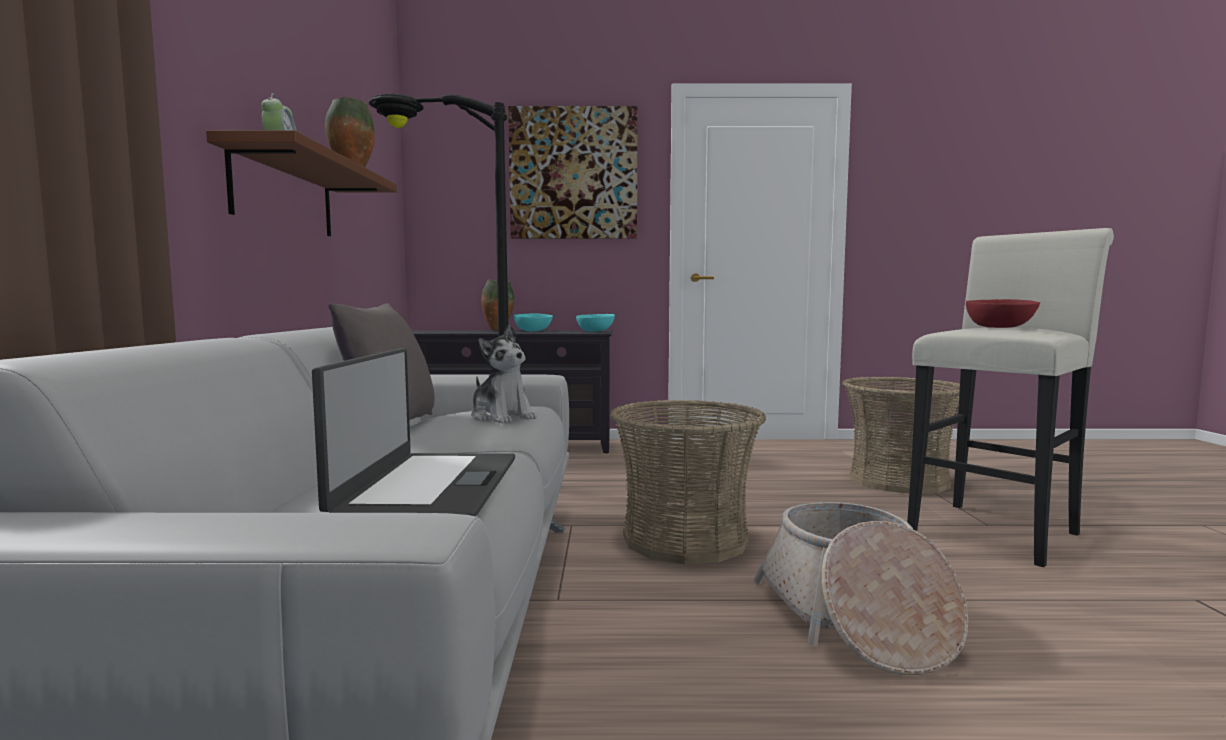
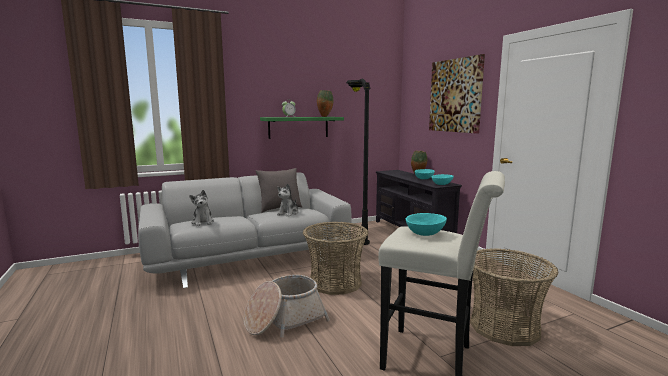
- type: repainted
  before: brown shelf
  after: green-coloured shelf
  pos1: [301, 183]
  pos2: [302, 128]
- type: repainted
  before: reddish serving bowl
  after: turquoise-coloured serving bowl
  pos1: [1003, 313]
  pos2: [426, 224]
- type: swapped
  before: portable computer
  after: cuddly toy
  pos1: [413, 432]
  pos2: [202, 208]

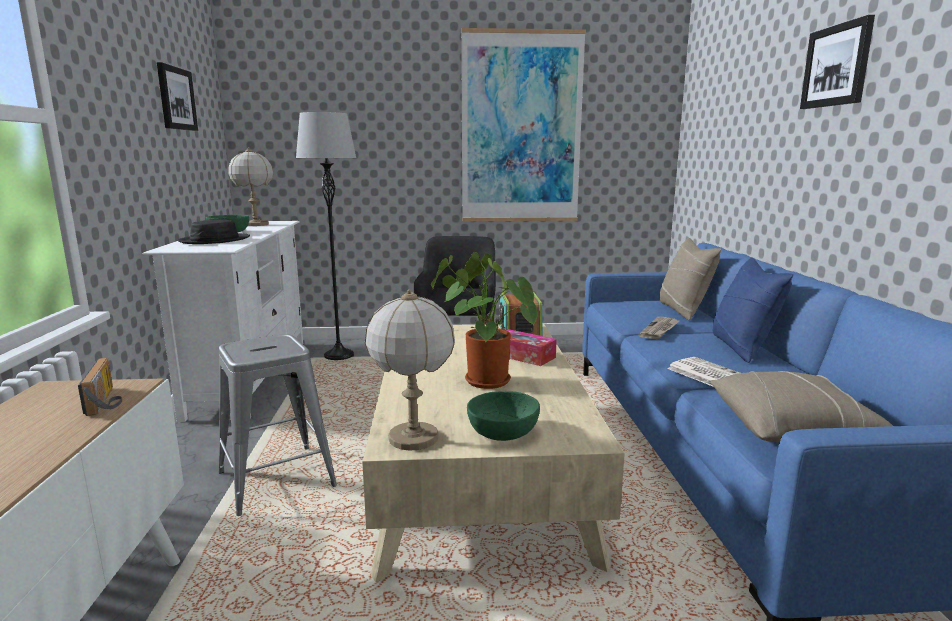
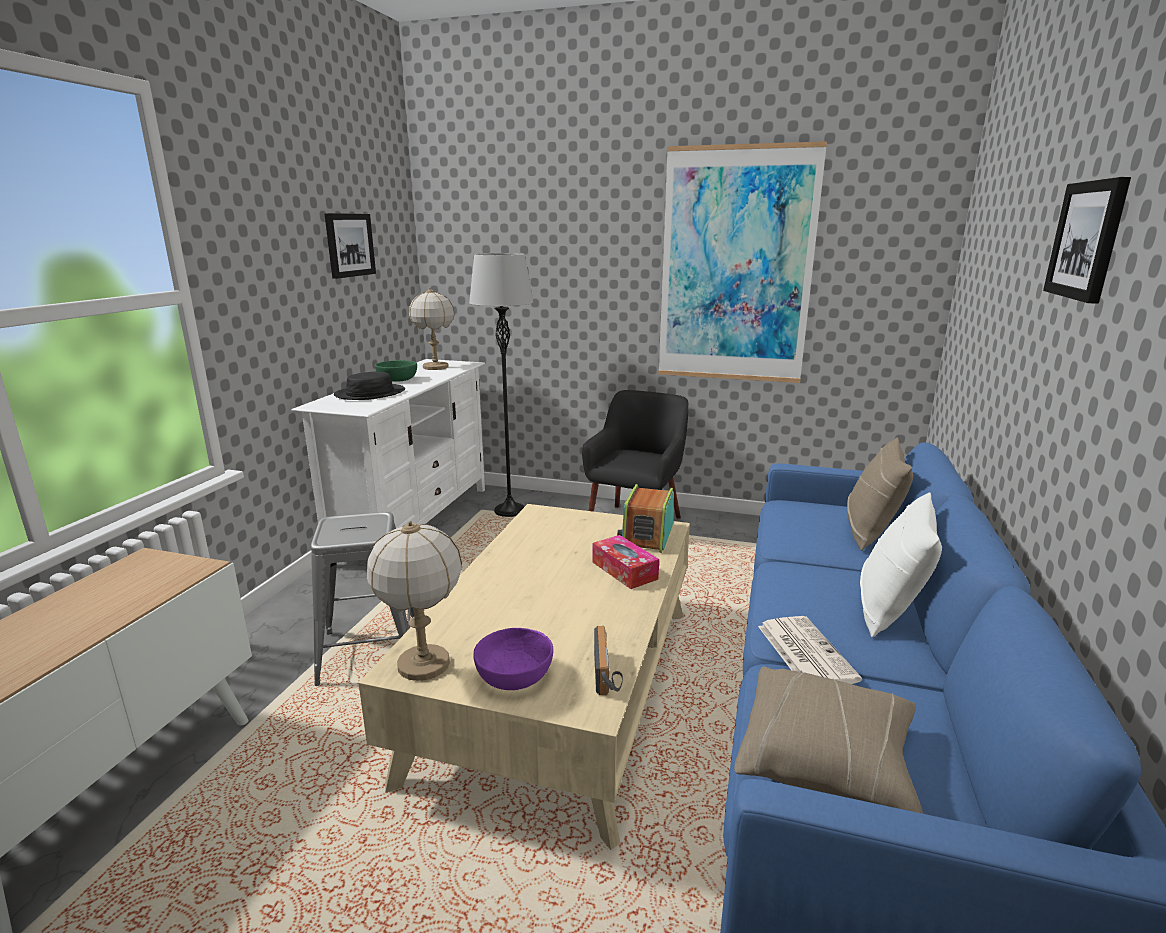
- type: gone
  before: houseplant
  pos1: [484, 320]
- type: repainted
  before: bluish throw pillow
  after: white-coloured throw pillow
  pos1: [752, 310]
  pos2: [901, 565]
- type: gone
  before: daily paper
  pos1: [658, 328]
- type: shifted
  before: radio
  pos1: [100, 387]
  pos2: [608, 660]
- type: repainted
  before: green-coloured serving bowl
  after: purple-coloured serving bowl
  pos1: [503, 416]
  pos2: [513, 659]

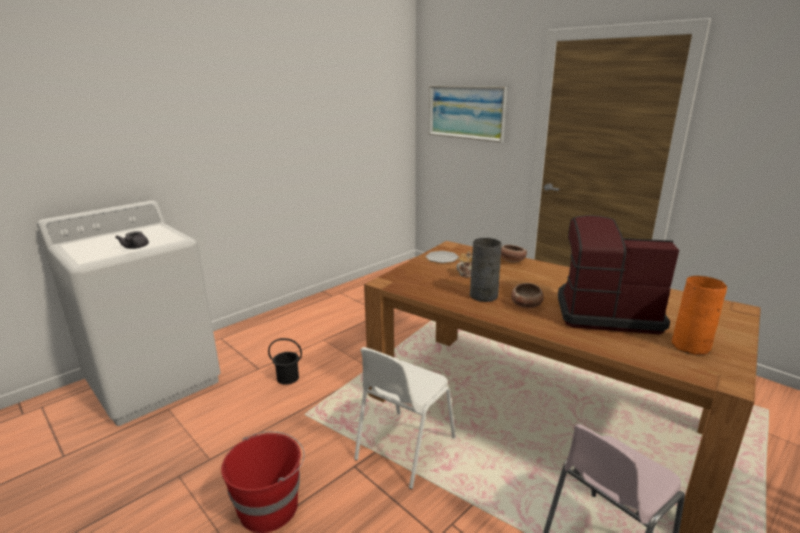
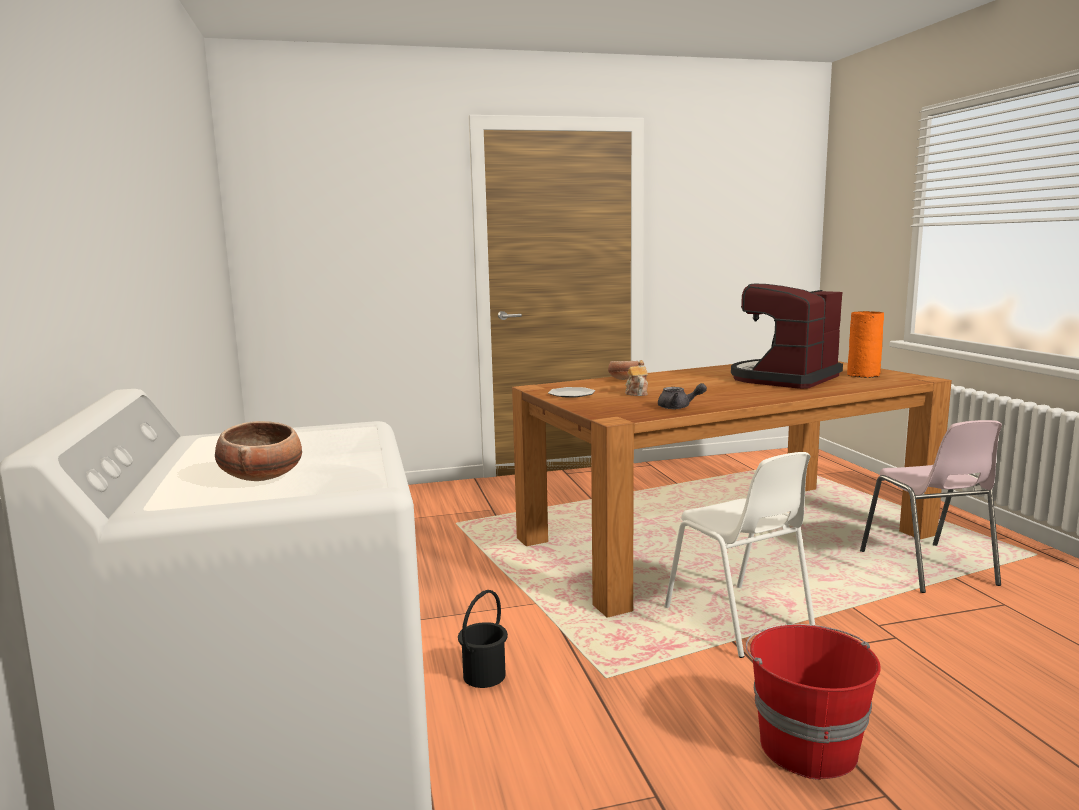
- type: gone
  before: wall art
  pos1: [468, 114]
- type: shifted
  before: greyish teapot
  pos1: [132, 240]
  pos2: [682, 396]
- type: gone
  before: greyish flower vase
  pos1: [485, 270]
- type: shifted
  before: serving bowl
  pos1: [527, 295]
  pos2: [258, 451]

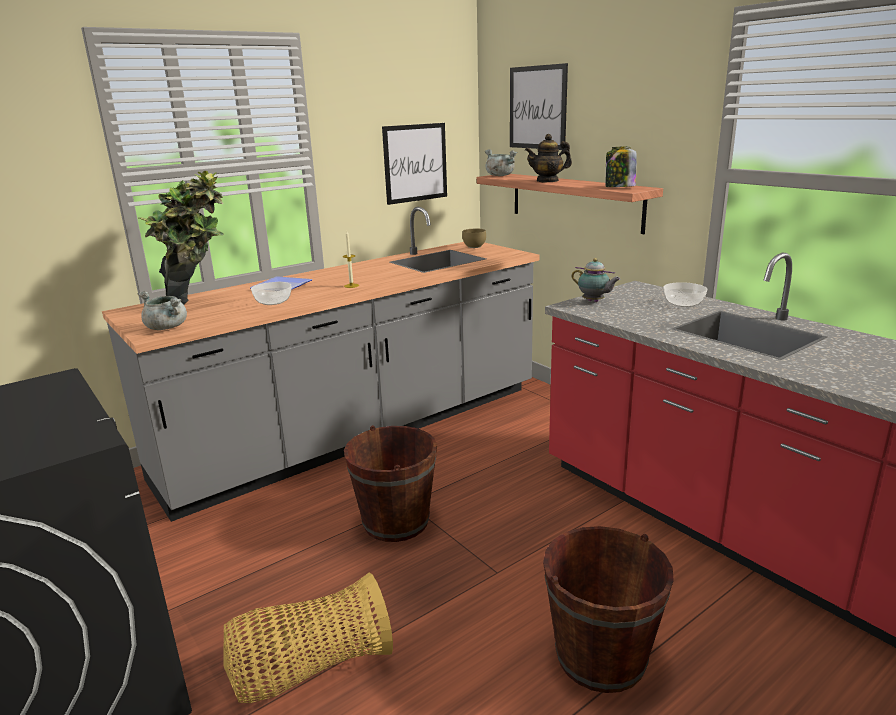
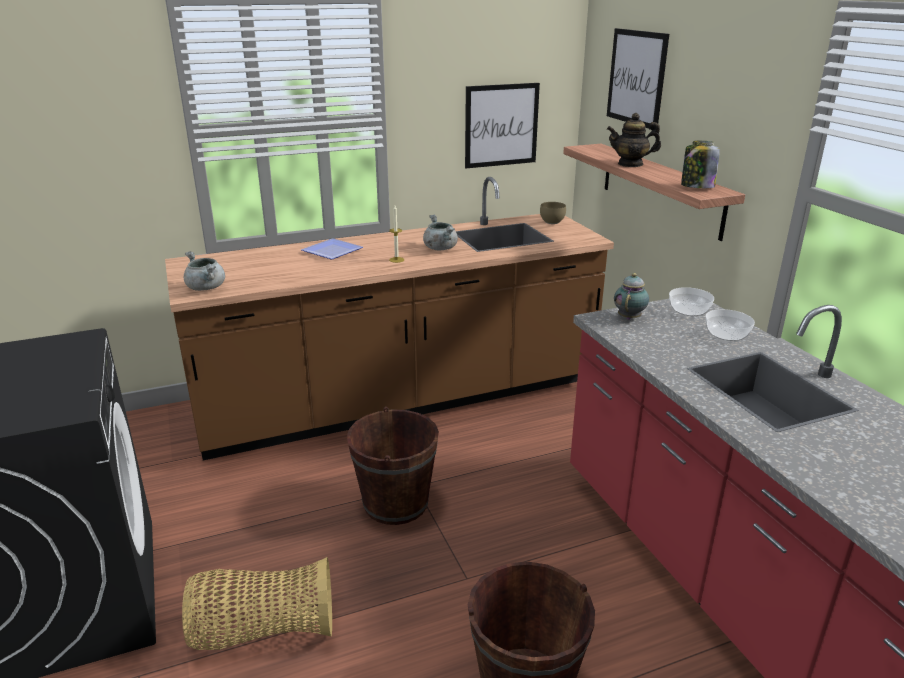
- type: shifted
  before: greyish cooking pot
  pos1: [501, 162]
  pos2: [440, 232]
- type: gone
  before: houseplant
  pos1: [181, 238]
- type: repainted
  before: greyish kitchen base unit
  after: brown kitchen base unit
  pos1: [320, 364]
  pos2: [389, 318]
- type: rotated
  before: teapot
  pos1: [596, 280]
  pos2: [631, 296]
  turn: -120
- type: shifted
  before: serving bowl
  pos1: [271, 293]
  pos2: [691, 301]

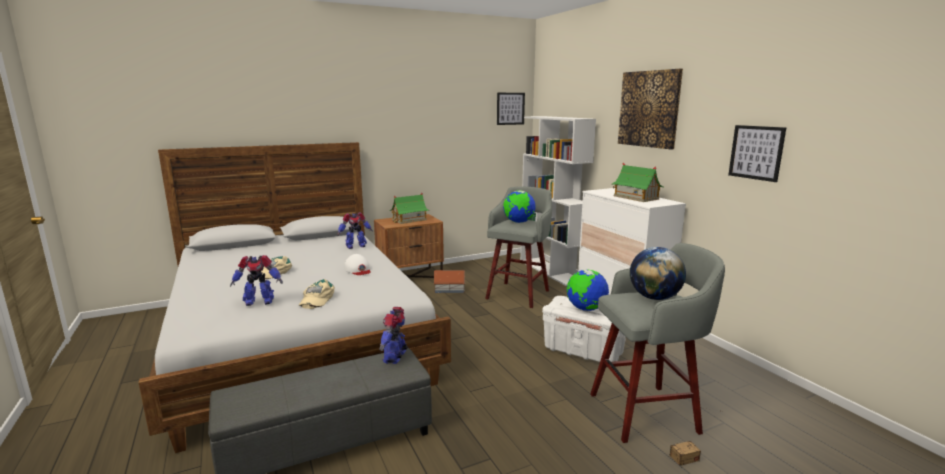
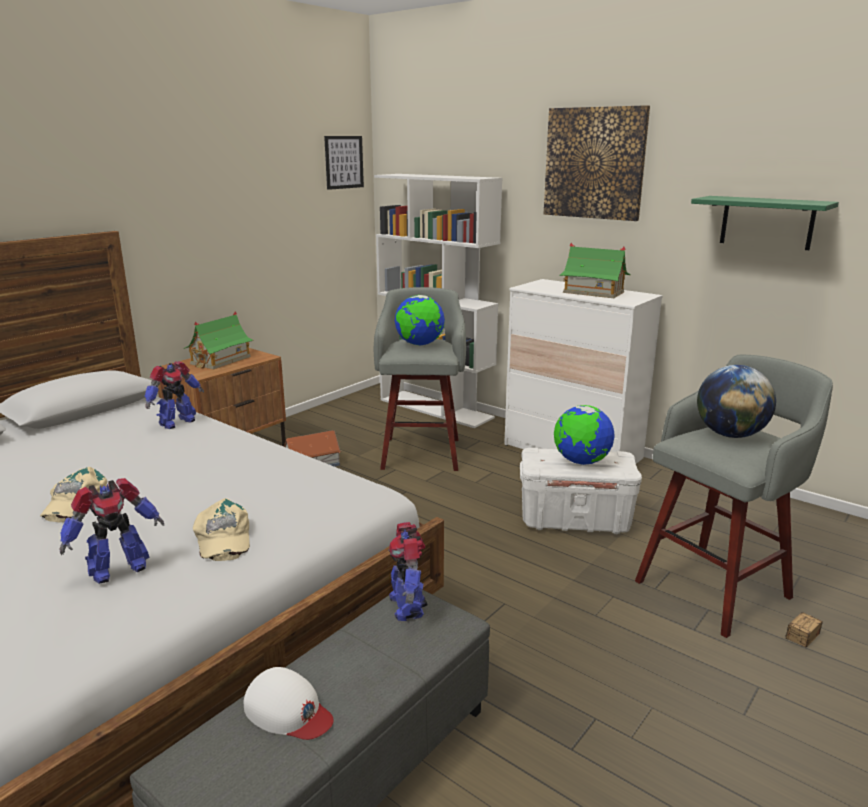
- type: swapped
  before: wall art
  after: green-coloured shelf
  pos1: [757, 153]
  pos2: [765, 223]
- type: shifted
  before: white-coloured peaked cap
  pos1: [357, 264]
  pos2: [289, 703]

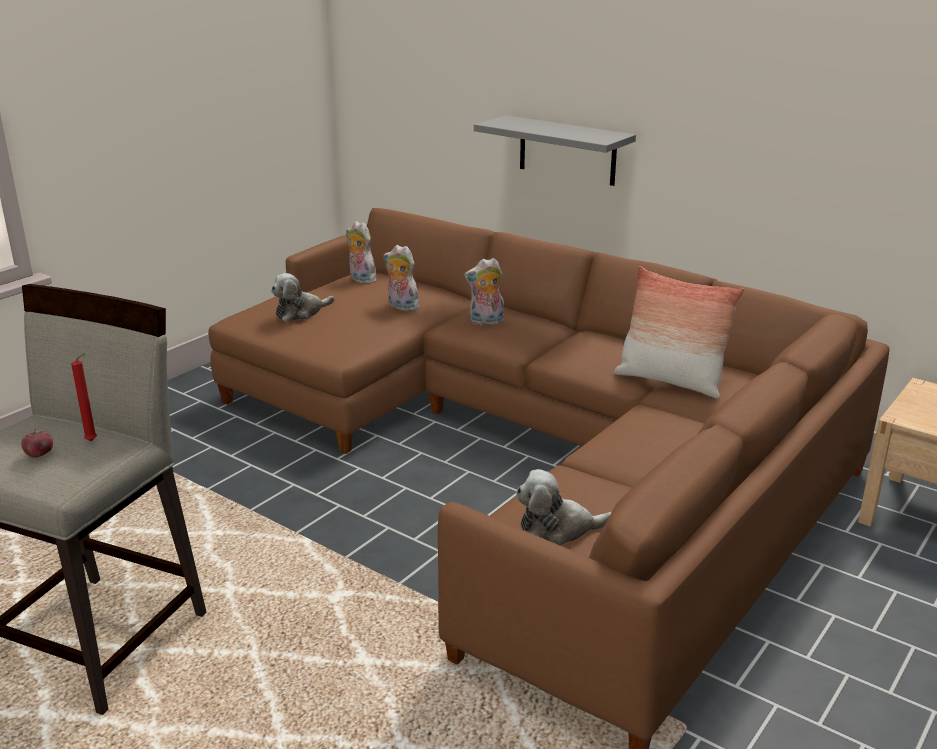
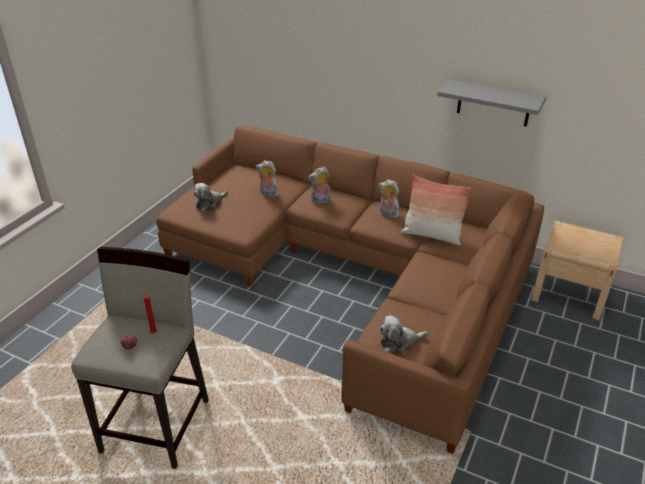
- type: shifted
  before: greyish shelf
  pos1: [555, 150]
  pos2: [492, 103]
- type: shifted
  before: cuddly toy
  pos1: [363, 252]
  pos2: [389, 198]

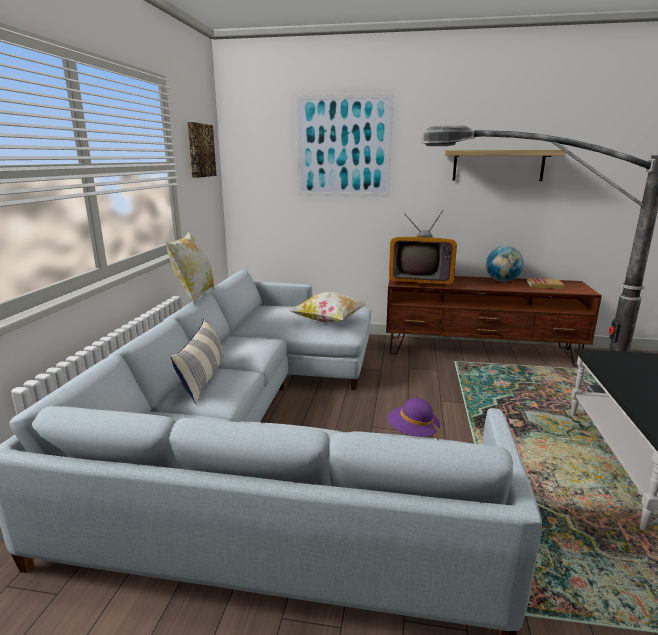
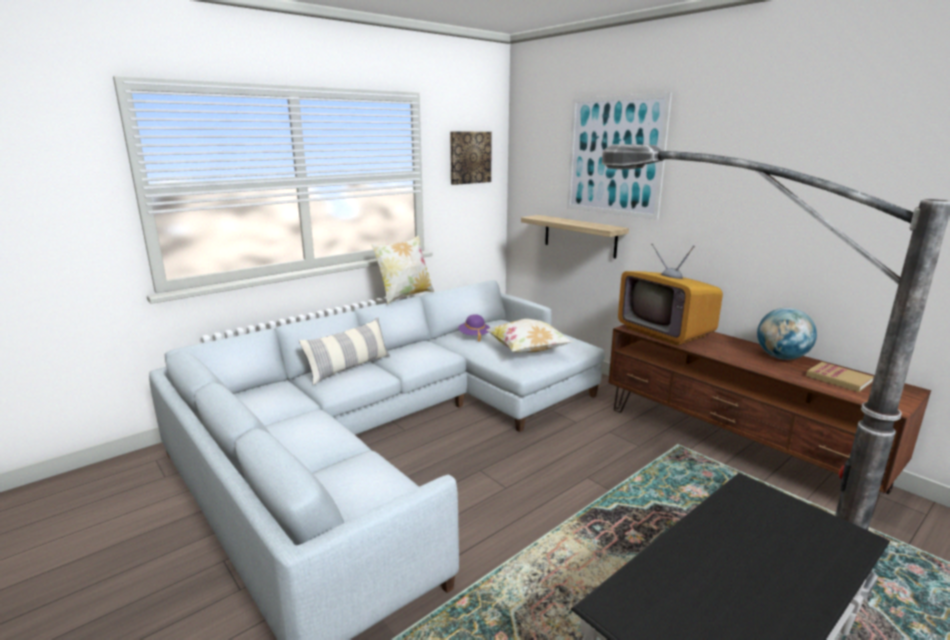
- type: shifted
  before: shelf
  pos1: [505, 165]
  pos2: [575, 237]
- type: shifted
  before: purple-coloured clothing hat
  pos1: [414, 419]
  pos2: [474, 328]

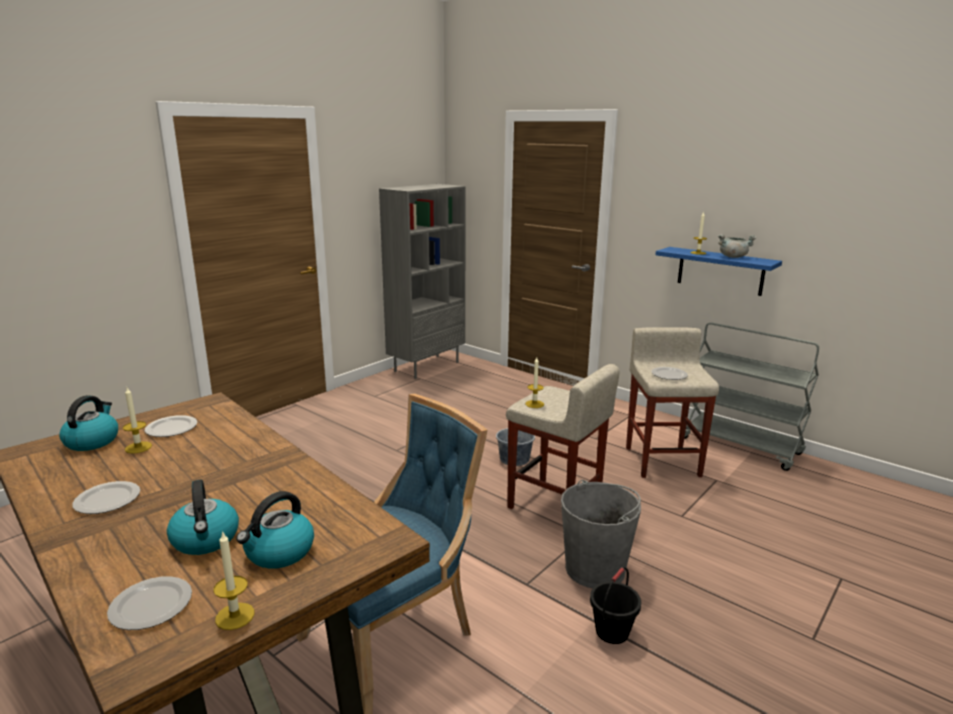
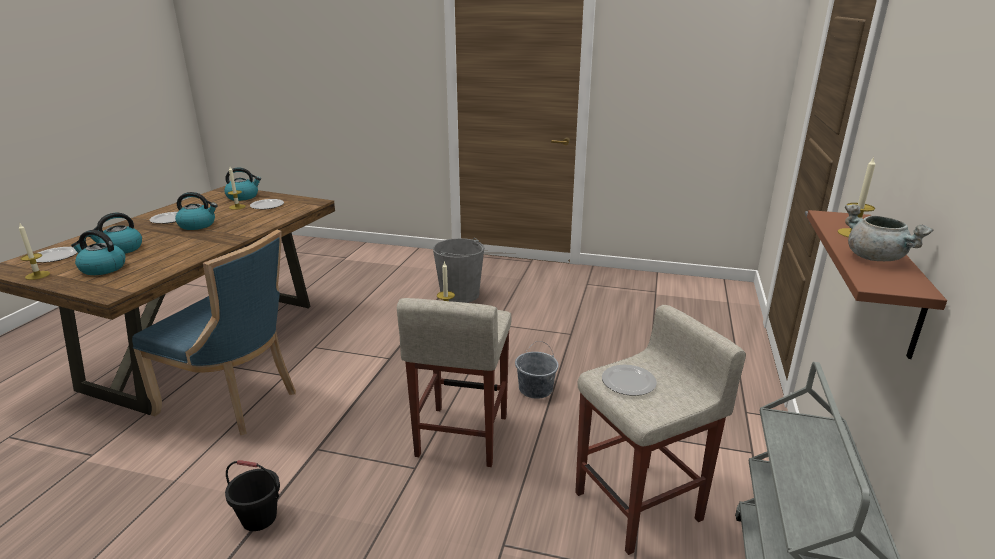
- type: gone
  before: greyish bookshelf
  pos1: [422, 281]
- type: repainted
  before: bluish shelf
  after: brown shelf
  pos1: [718, 271]
  pos2: [877, 284]
- type: shifted
  before: greyish bucket
  pos1: [601, 534]
  pos2: [458, 270]
- type: new
  after: water kettle
  pos2: [196, 211]

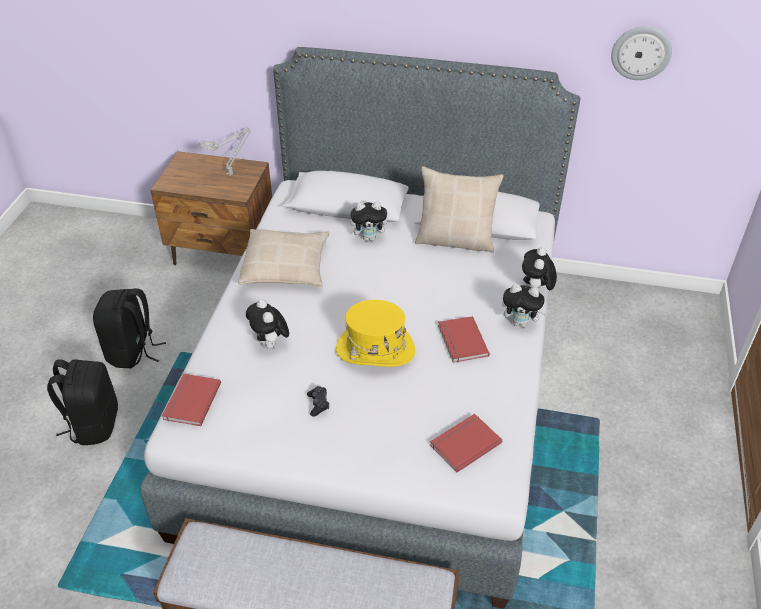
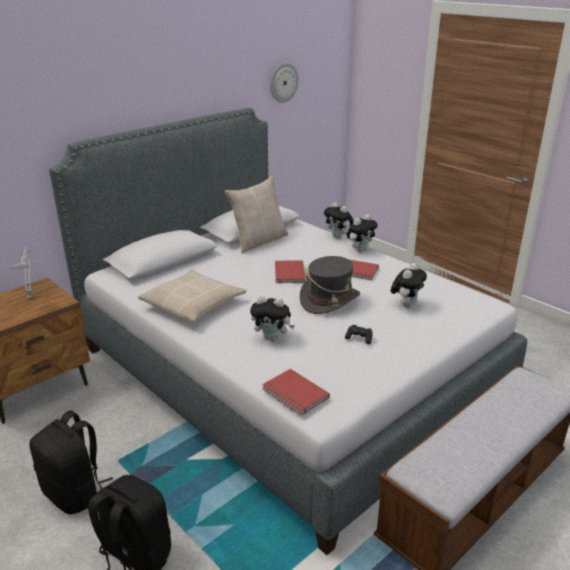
- type: shifted
  before: cuddly toy
  pos1: [371, 221]
  pos2: [409, 285]
- type: repainted
  before: yellowish clothing hat
  after: greyish clothing hat
  pos1: [375, 333]
  pos2: [330, 285]
- type: shifted
  before: reddish book
  pos1: [466, 443]
  pos2: [290, 271]

